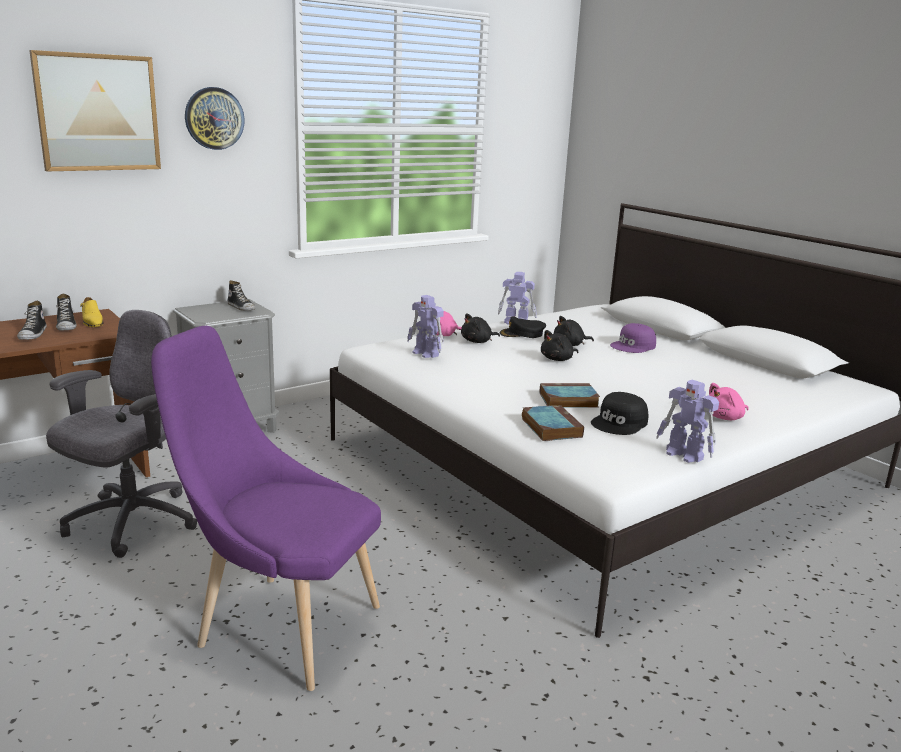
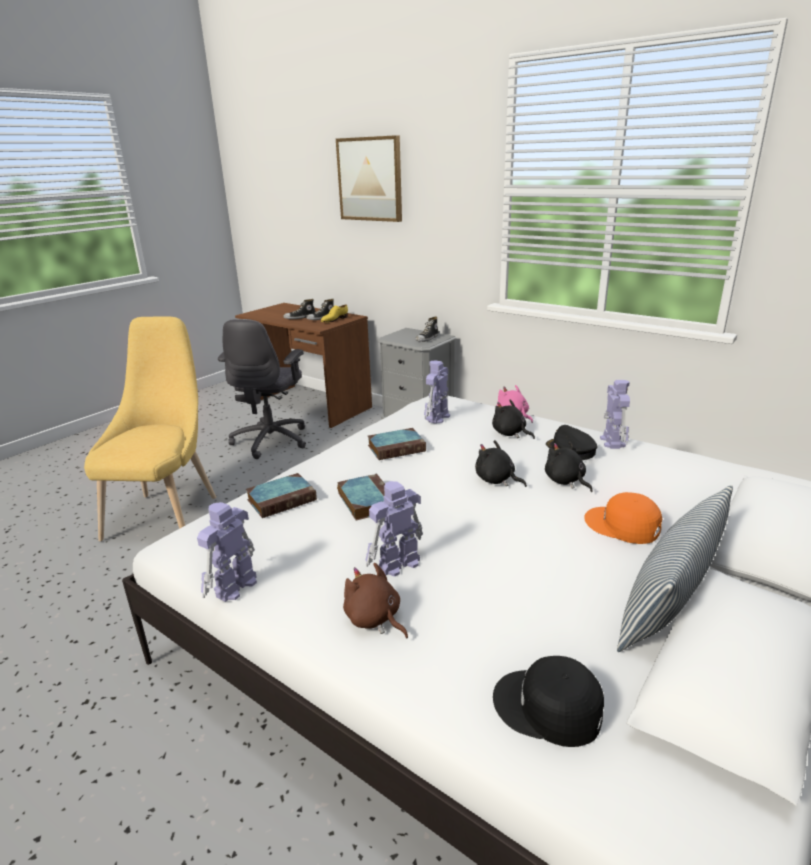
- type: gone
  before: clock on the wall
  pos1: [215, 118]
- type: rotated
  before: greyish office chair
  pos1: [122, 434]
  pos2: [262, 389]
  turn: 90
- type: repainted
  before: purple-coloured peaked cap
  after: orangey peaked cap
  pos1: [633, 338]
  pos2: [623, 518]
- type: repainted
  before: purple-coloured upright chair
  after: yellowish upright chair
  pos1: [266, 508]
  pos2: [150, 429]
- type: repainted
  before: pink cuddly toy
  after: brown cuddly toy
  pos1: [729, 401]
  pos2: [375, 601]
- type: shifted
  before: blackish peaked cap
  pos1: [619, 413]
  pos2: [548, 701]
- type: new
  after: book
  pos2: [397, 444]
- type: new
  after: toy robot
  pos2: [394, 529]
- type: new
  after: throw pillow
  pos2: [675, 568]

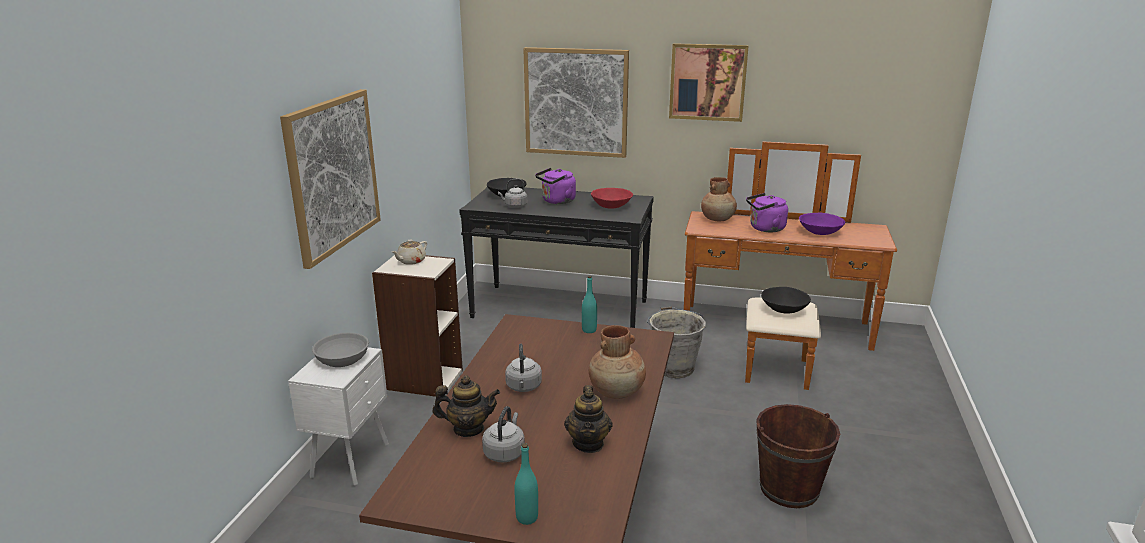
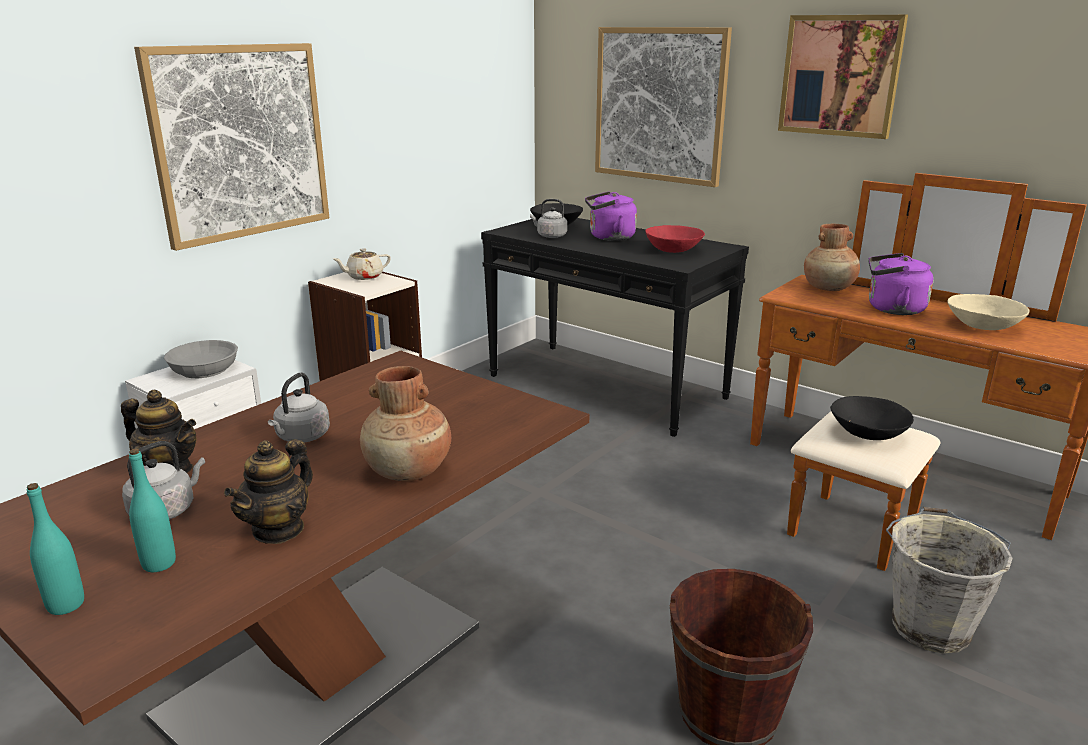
- type: repainted
  before: purple-coloured serving bowl
  after: sand-coloured serving bowl
  pos1: [822, 223]
  pos2: [988, 312]
- type: shifted
  before: turquoise-coloured bottle
  pos1: [589, 304]
  pos2: [152, 510]
- type: shifted
  before: greyish bucket
  pos1: [676, 342]
  pos2: [949, 580]

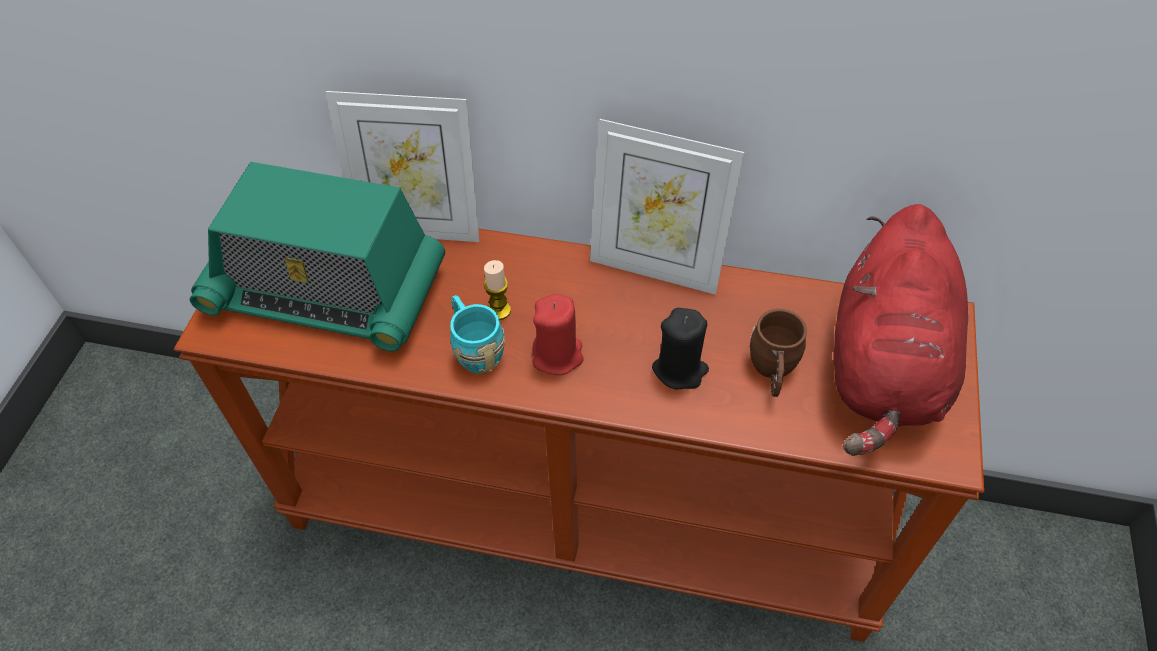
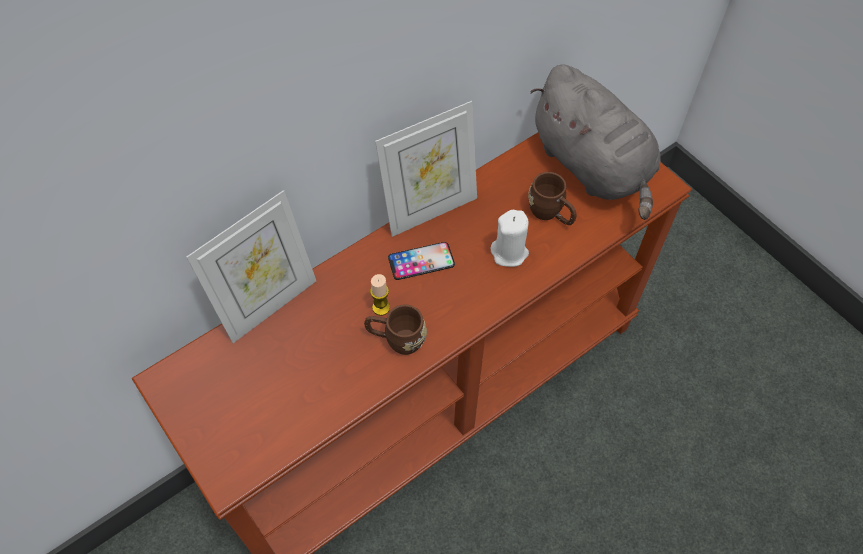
- type: gone
  before: radio
  pos1: [317, 256]
- type: repainted
  before: reddish cuddly toy
  after: greyish cuddly toy
  pos1: [900, 330]
  pos2: [595, 142]
- type: gone
  before: reddish wax candle
  pos1: [558, 334]
- type: repainted
  before: turquoise-coloured coffee mug
  after: brown coffee mug
  pos1: [477, 334]
  pos2: [395, 329]
- type: repainted
  before: blackish wax candle
  after: white-coloured wax candle
  pos1: [680, 349]
  pos2: [510, 238]
- type: new
  after: telephone
  pos2: [421, 261]

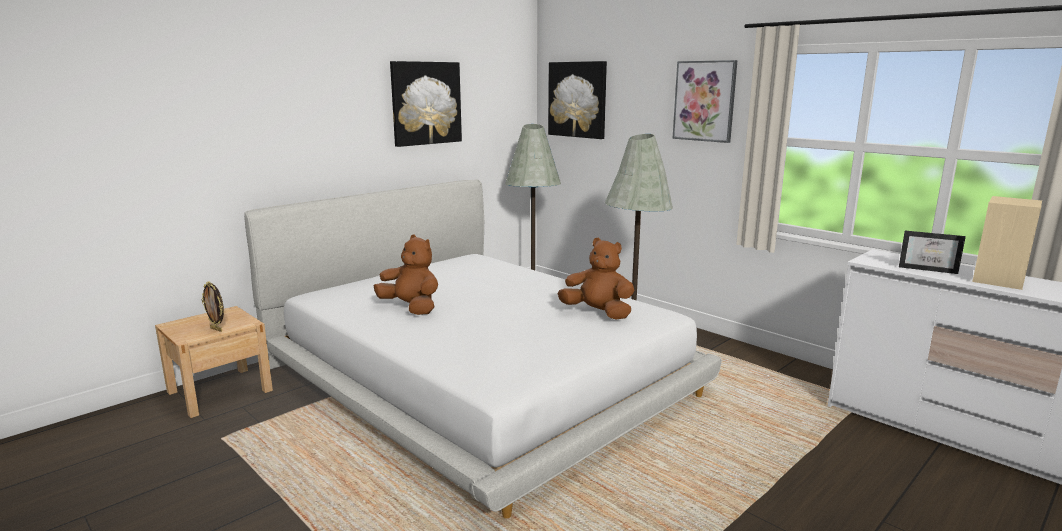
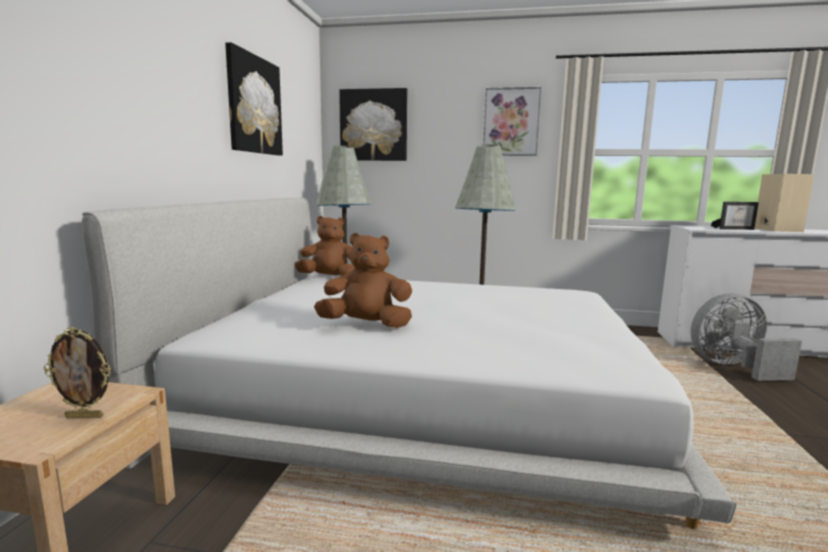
- type: shifted
  before: brown cuddly toy
  pos1: [596, 278]
  pos2: [325, 246]
- type: new
  after: greyish cooling fan
  pos2: [746, 337]

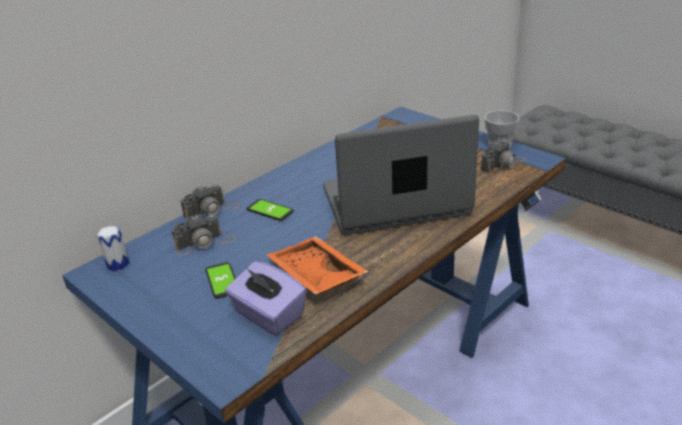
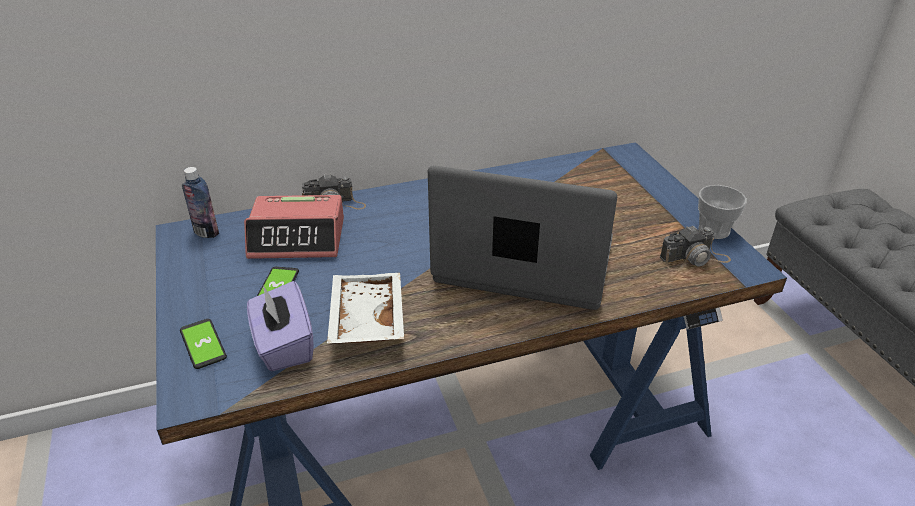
- type: shifted
  before: telephone
  pos1: [270, 210]
  pos2: [203, 344]
- type: swapped
  before: still camera
  after: table clock
  pos1: [203, 234]
  pos2: [294, 227]
- type: swapped
  before: sealed can
  after: bottle
  pos1: [113, 248]
  pos2: [200, 202]
- type: repainted
  before: orangey tray
  after: white-coloured tray
  pos1: [318, 265]
  pos2: [365, 308]

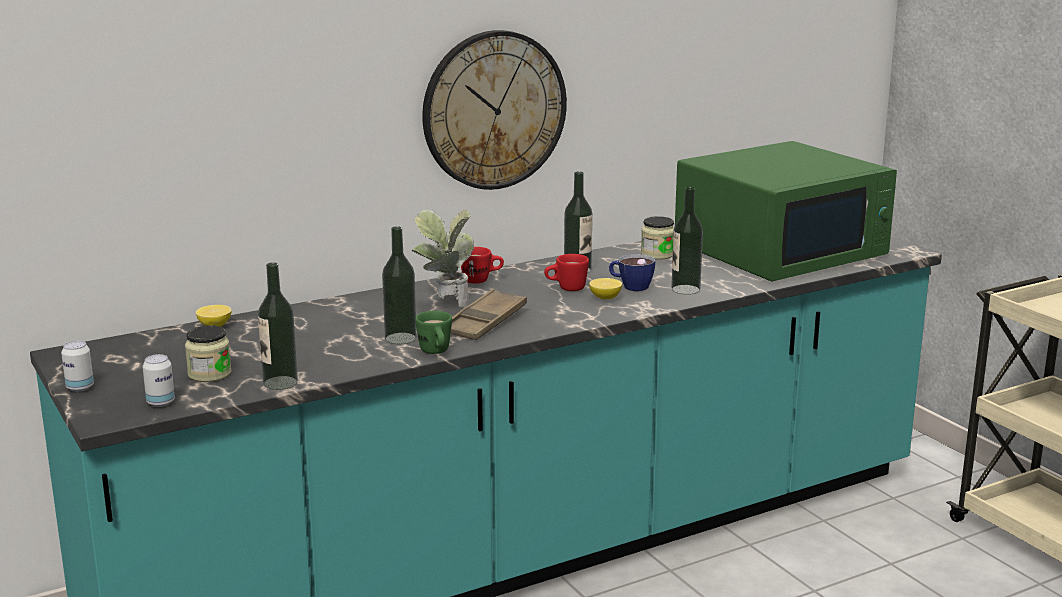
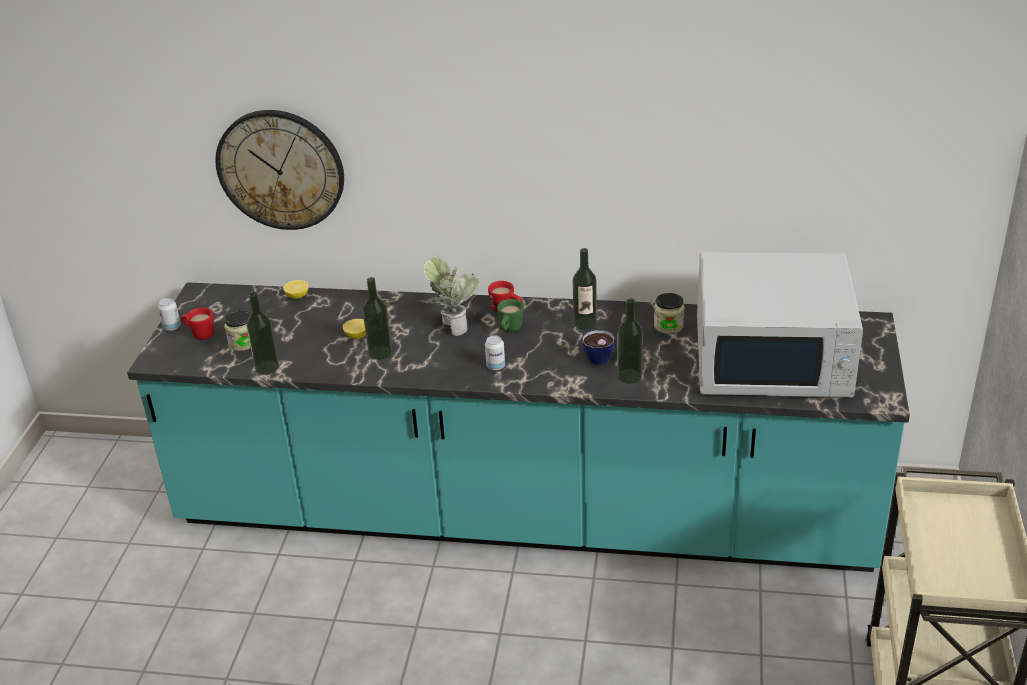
- type: shifted
  before: clock on the wall
  pos1: [494, 110]
  pos2: [279, 170]
- type: repainted
  before: green-coloured microwave
  after: white-coloured microwave
  pos1: [786, 211]
  pos2: [780, 324]
- type: shifted
  before: reddish coffee mug
  pos1: [566, 272]
  pos2: [197, 323]
- type: shifted
  before: citrus fruit
  pos1: [605, 289]
  pos2: [354, 329]
- type: gone
  before: brown tray
  pos1: [489, 314]
- type: shifted
  before: green-coloured coffee mug
  pos1: [433, 332]
  pos2: [510, 315]
- type: shifted
  before: sealed can
  pos1: [159, 380]
  pos2: [495, 353]

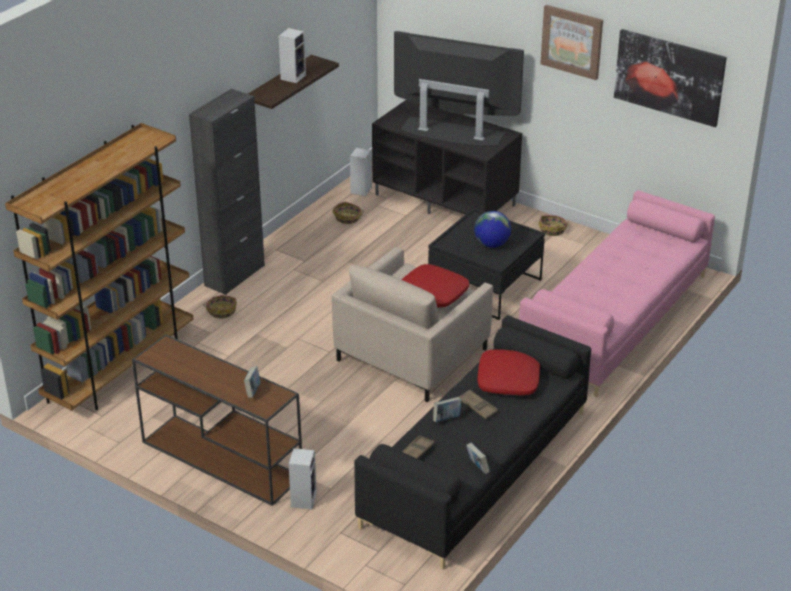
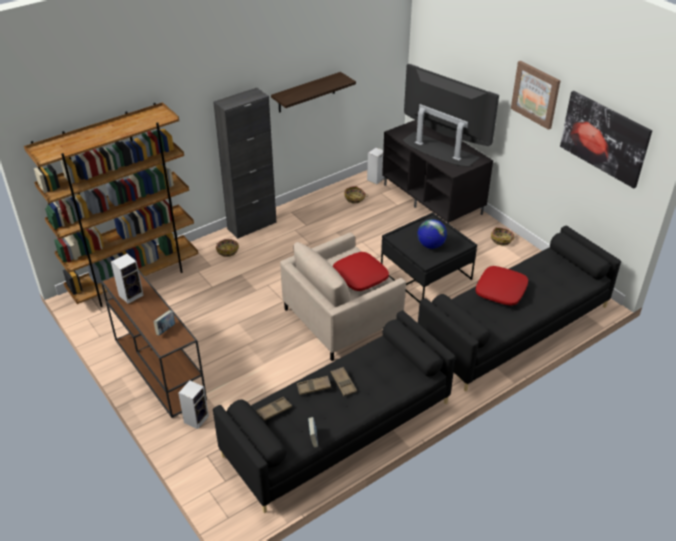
- type: shifted
  before: speaker
  pos1: [292, 55]
  pos2: [127, 279]
- type: repainted
  before: pink sofa
  after: blackish sofa
  pos1: [617, 293]
  pos2: [519, 308]
- type: shifted
  before: reddish throw pillow
  pos1: [508, 372]
  pos2: [501, 286]
- type: swapped
  before: book
  after: brown tray
  pos1: [447, 409]
  pos2: [314, 385]

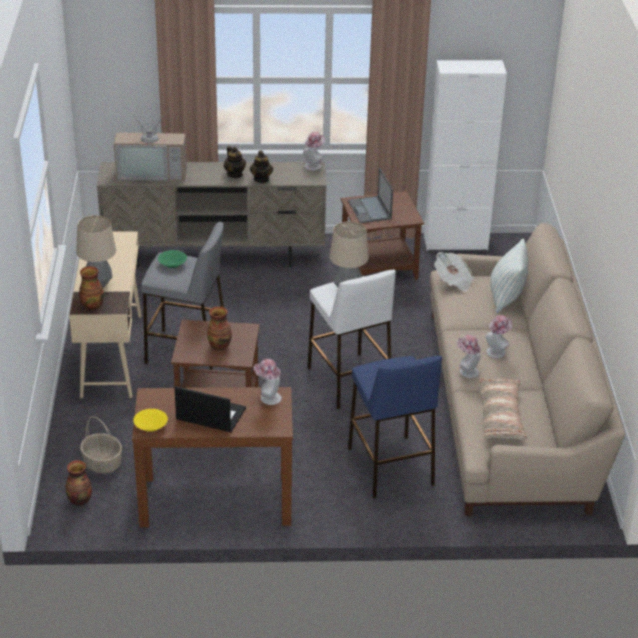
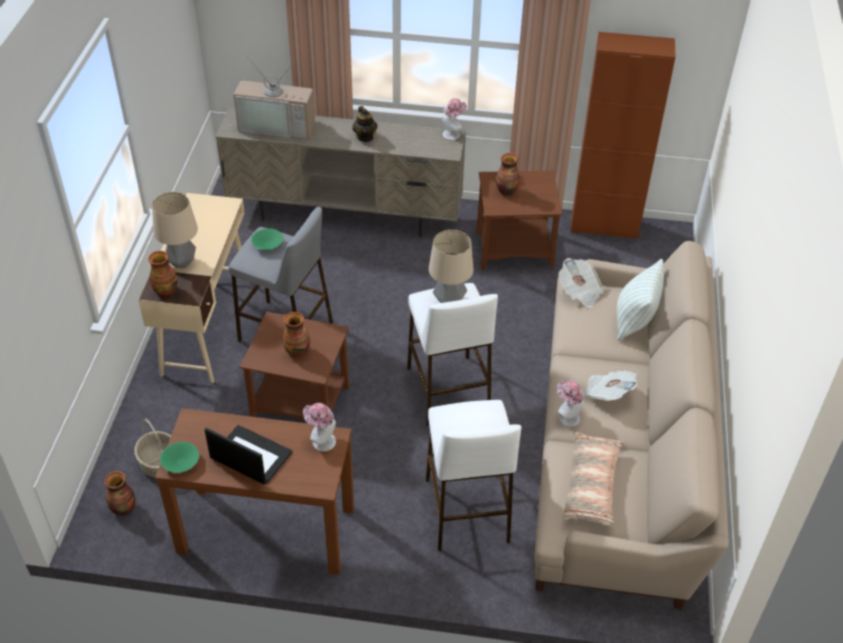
- type: repainted
  before: white-coloured storage cabinet
  after: brown storage cabinet
  pos1: [465, 155]
  pos2: [623, 135]
- type: gone
  before: teapot
  pos1: [261, 166]
- type: swapped
  before: portable computer
  after: flower vase
  pos1: [370, 195]
  pos2: [507, 174]
- type: swapped
  before: clothing hat
  after: daily paper
  pos1: [498, 336]
  pos2: [610, 385]
- type: repainted
  before: bluish stool seat
  after: white-coloured stool seat
  pos1: [395, 427]
  pos2: [473, 475]
- type: repainted
  before: yellowish serving bowl
  after: green-coloured serving bowl
  pos1: [150, 420]
  pos2: [179, 457]

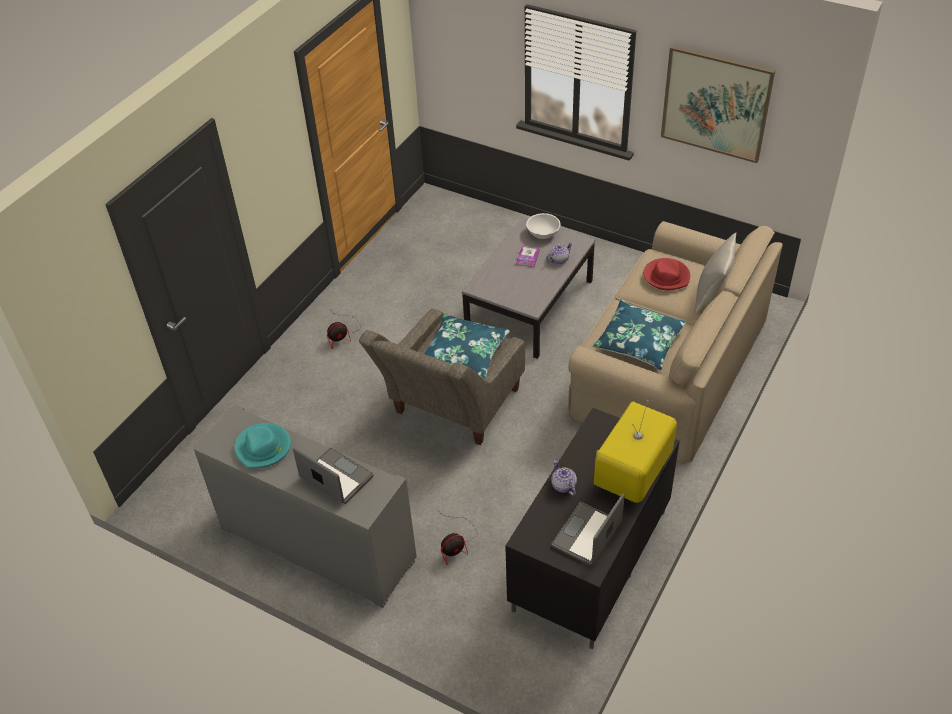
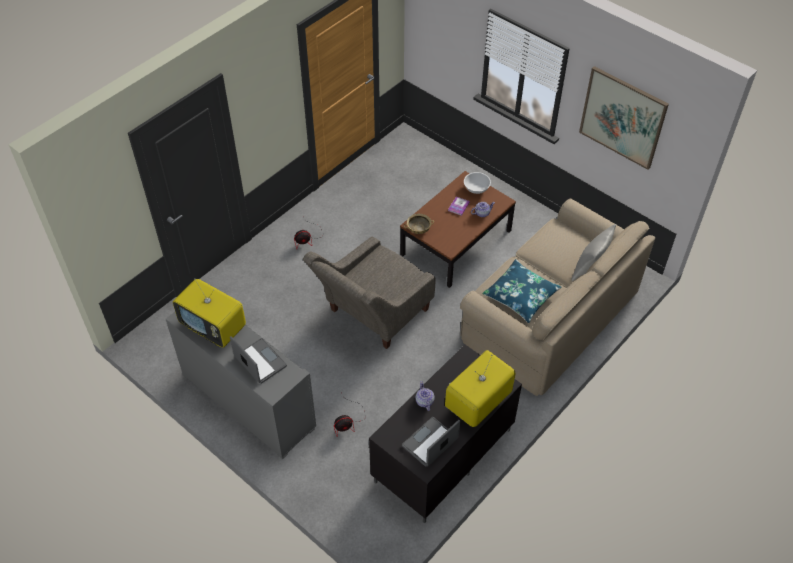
- type: repainted
  before: greyish coffee table
  after: brown coffee table
  pos1: [528, 288]
  pos2: [458, 229]
- type: gone
  before: reddish clothing hat
  pos1: [666, 274]
- type: gone
  before: bluish throw pillow
  pos1: [466, 346]
- type: swapped
  before: turquoise-coloured clothing hat
  after: TV
  pos1: [263, 446]
  pos2: [209, 312]
- type: new
  after: sand-coloured serving bowl
  pos2: [419, 224]

